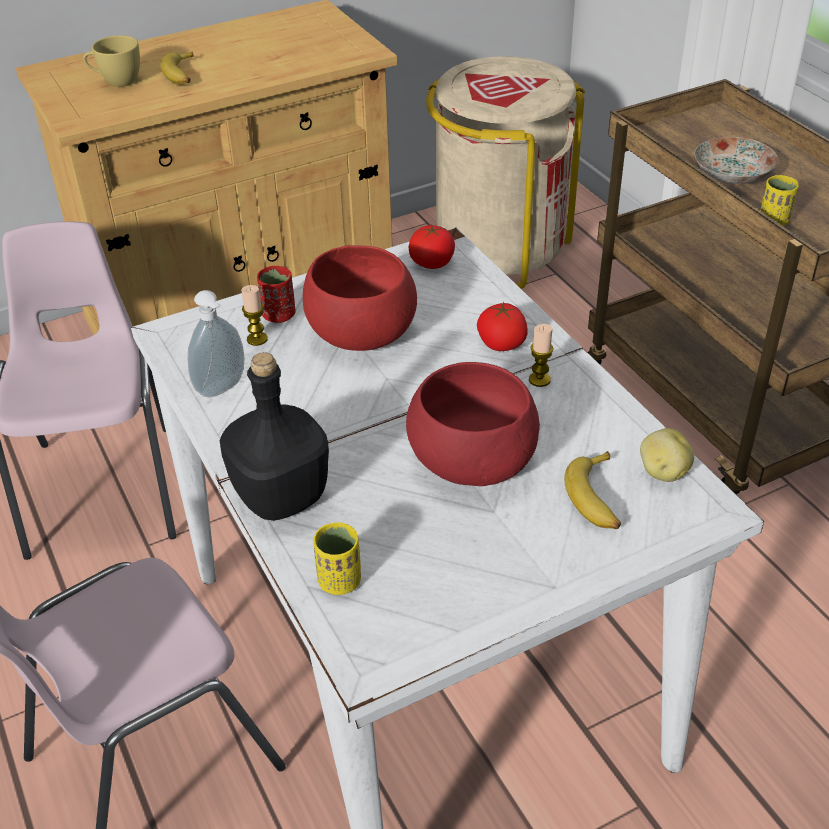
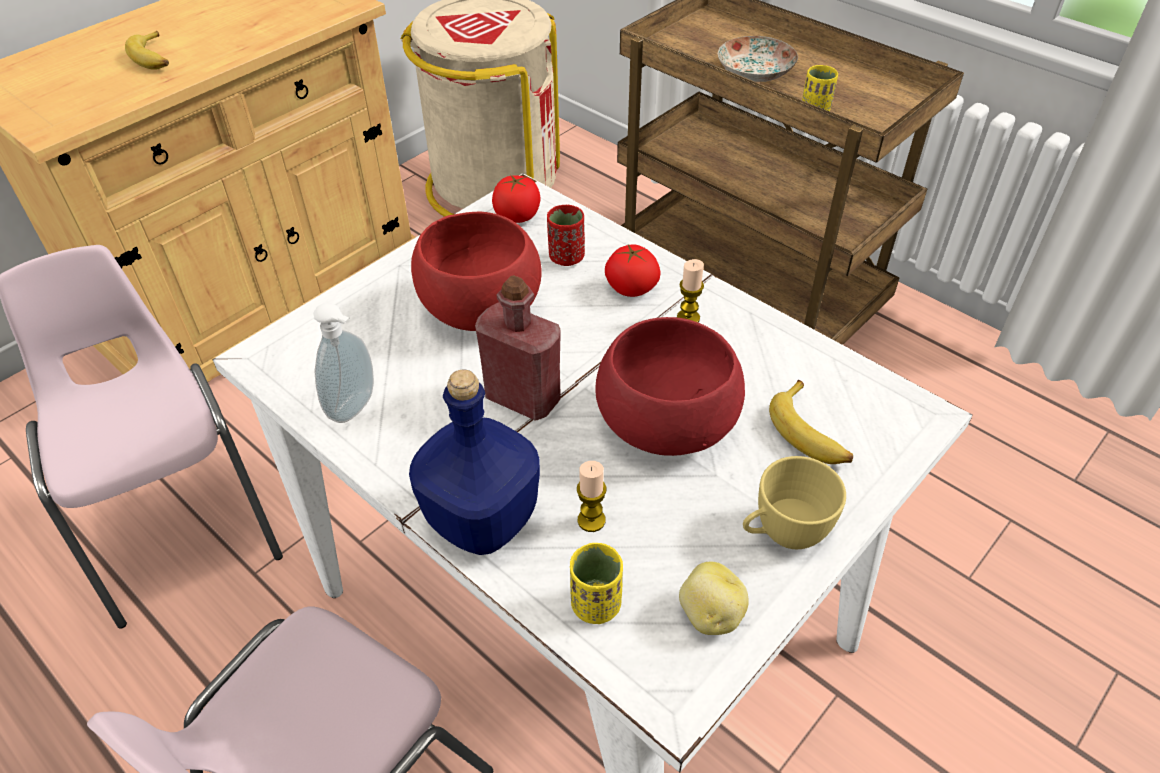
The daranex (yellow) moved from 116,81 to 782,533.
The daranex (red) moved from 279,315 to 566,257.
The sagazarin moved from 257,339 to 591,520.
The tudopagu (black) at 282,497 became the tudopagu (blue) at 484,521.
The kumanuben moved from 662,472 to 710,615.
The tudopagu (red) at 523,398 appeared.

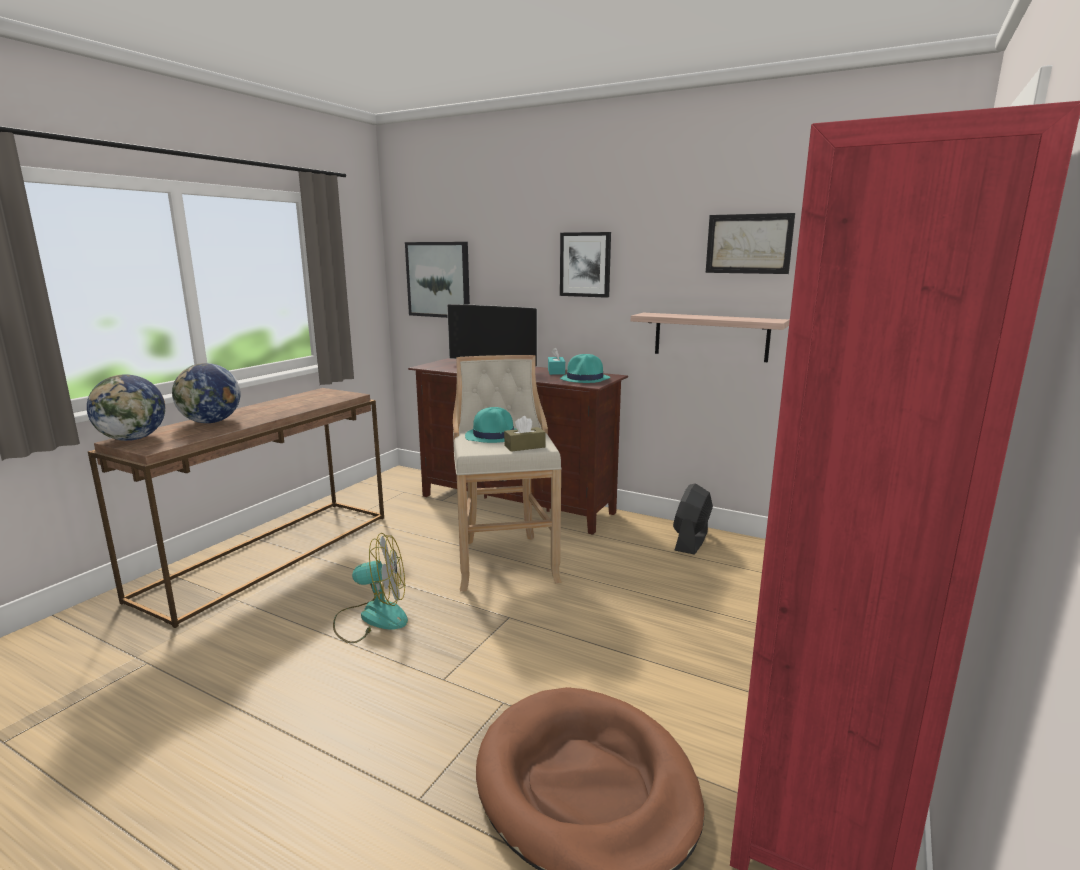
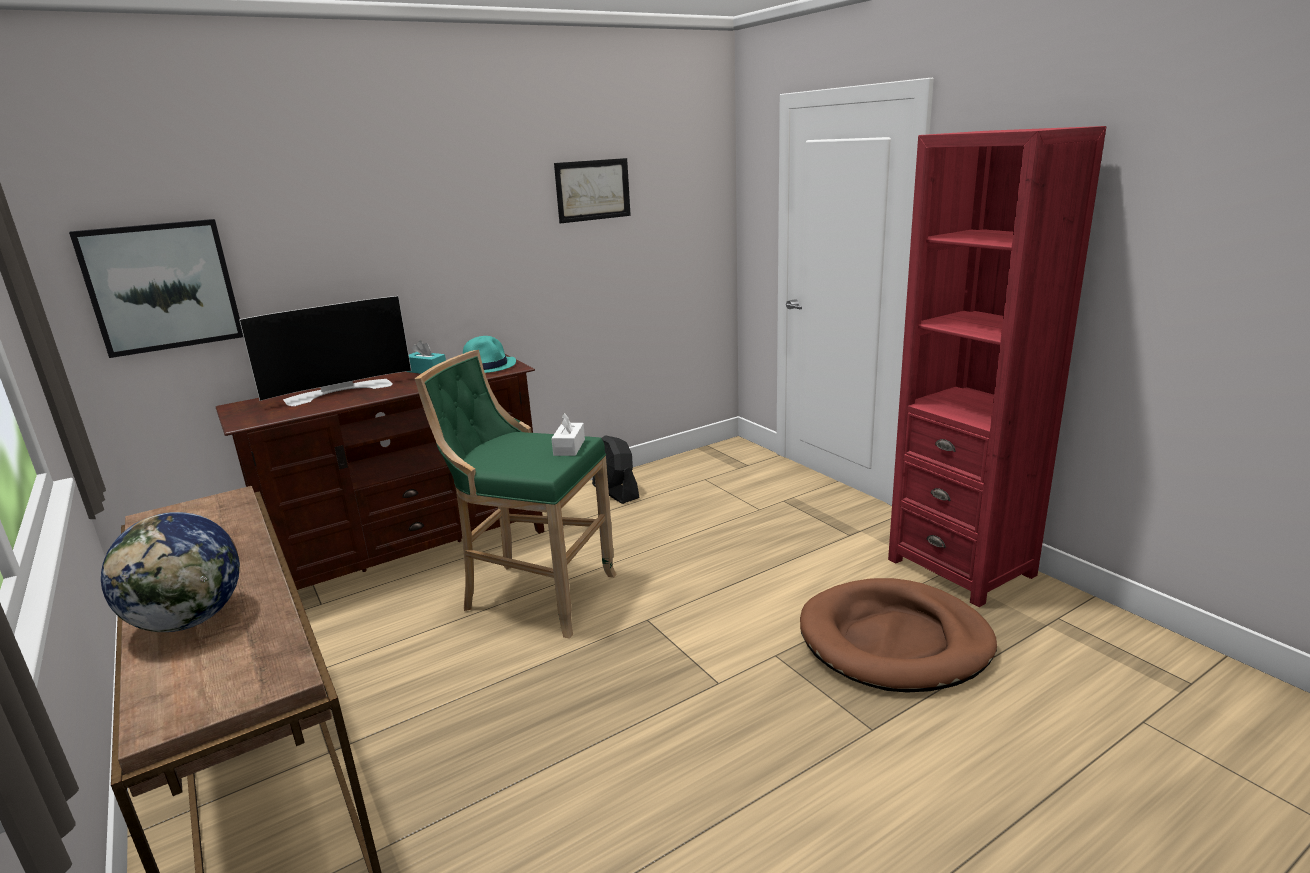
The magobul at 585,264 disappeared.
The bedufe at 710,336 disappeared.
The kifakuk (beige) at 505,560 became the kifakuk (green) at 534,595.
The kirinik at 133,439 disappeared.
The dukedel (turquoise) at 494,435 disappeared.
The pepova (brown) at 524,446 became the pepova (white) at 569,447.
The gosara at 372,618 disappeared.

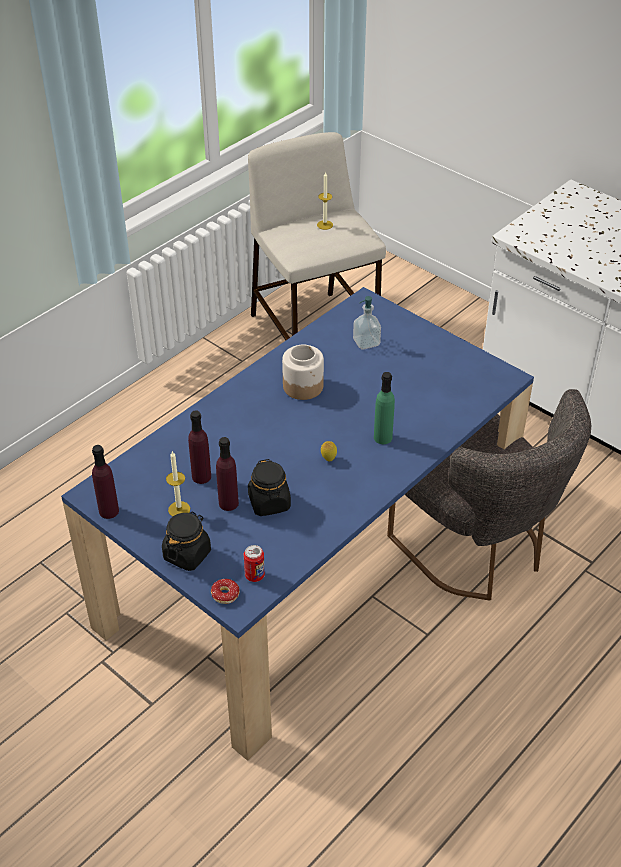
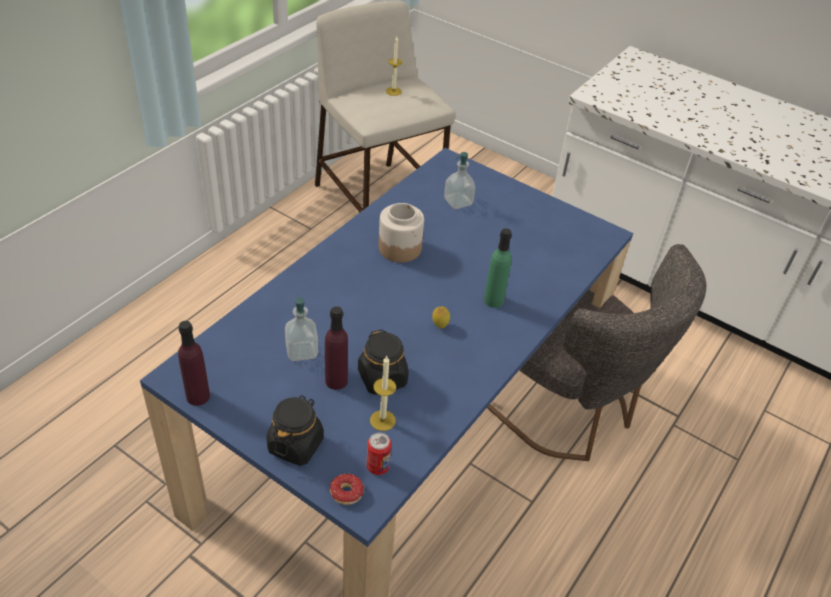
The tudopagu (purple) at 201,476 was replaced by the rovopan at 302,351.
The sagazarin moved from 179,509 to 382,420.

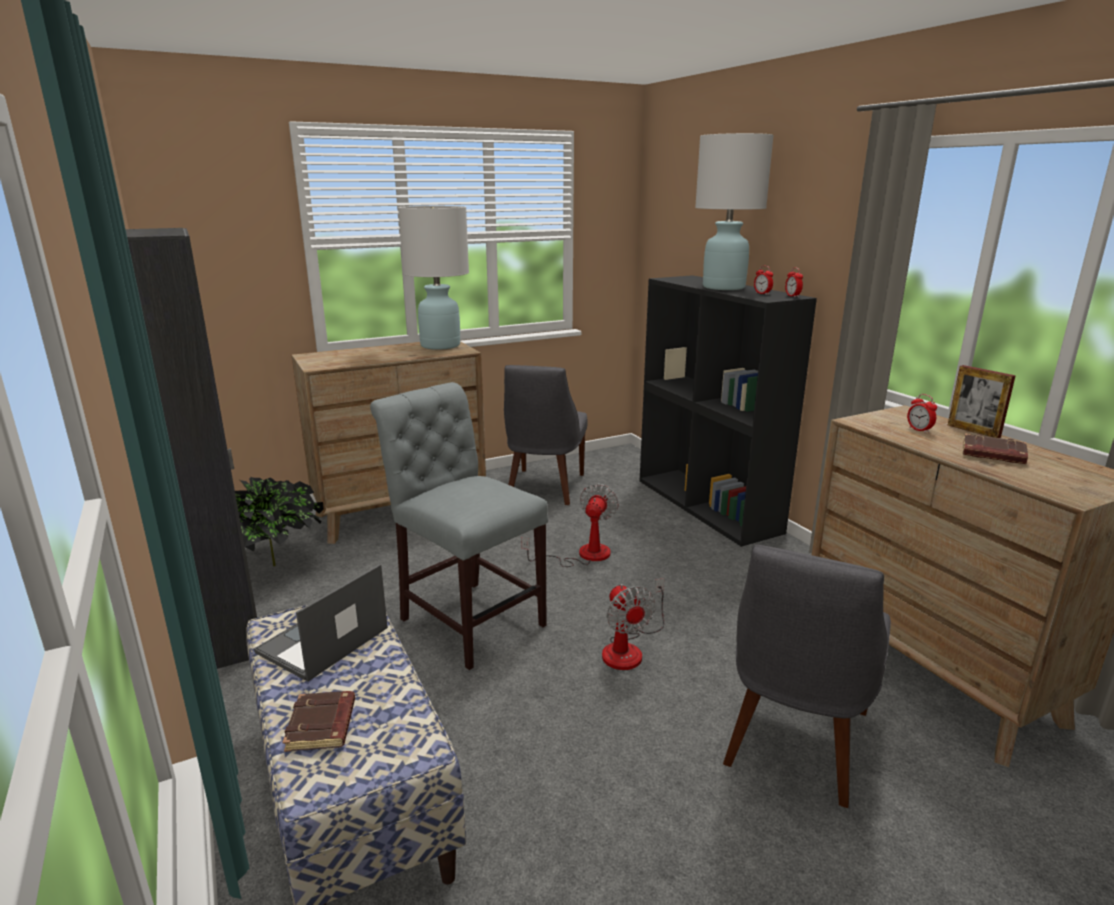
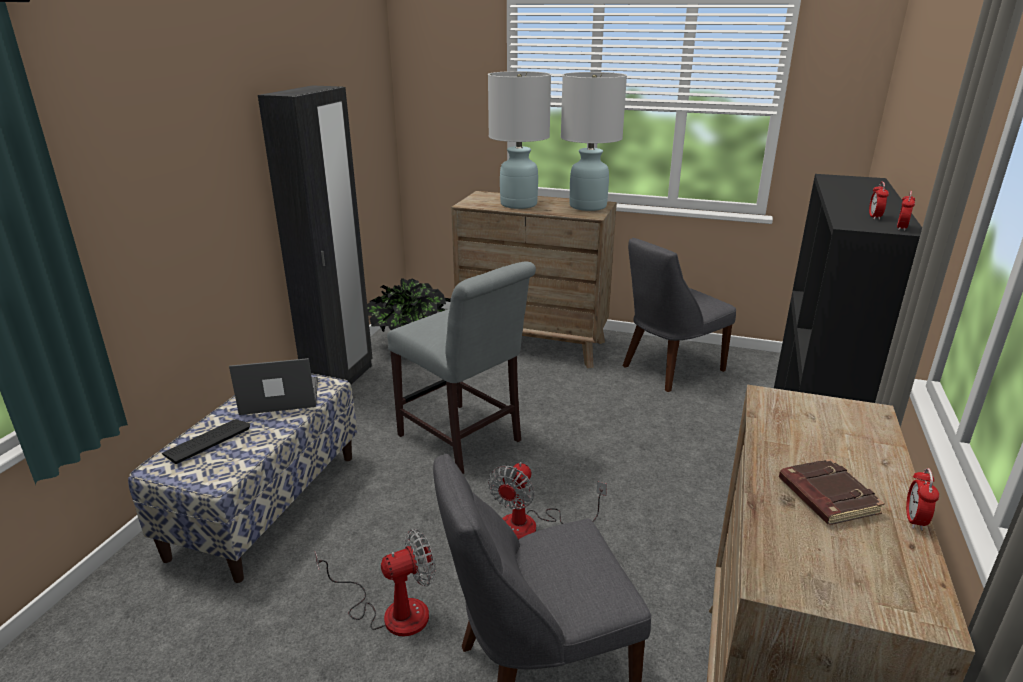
The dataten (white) moved from 723,287 to 518,204.
The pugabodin at 973,431 disappeared.
The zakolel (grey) at 467,618 turned 135 degrees clockwise.
The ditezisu moved from 919,430 to 914,520.
The gosara moved from 583,555 to 392,612.
The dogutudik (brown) at 322,726 was replaced by the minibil at 207,441.

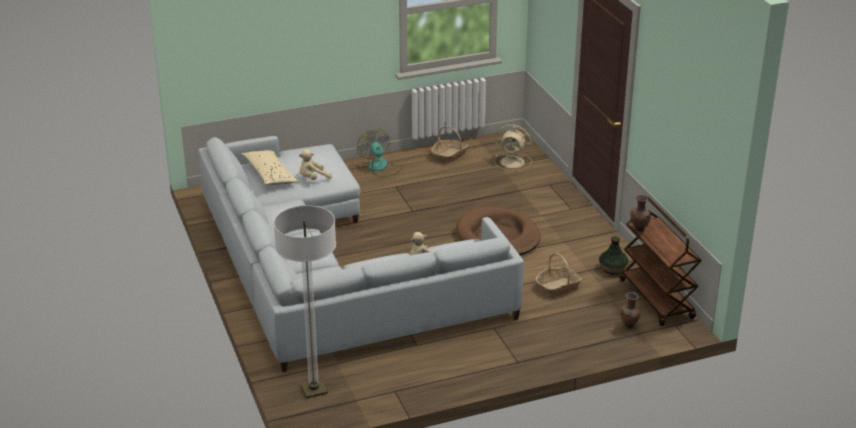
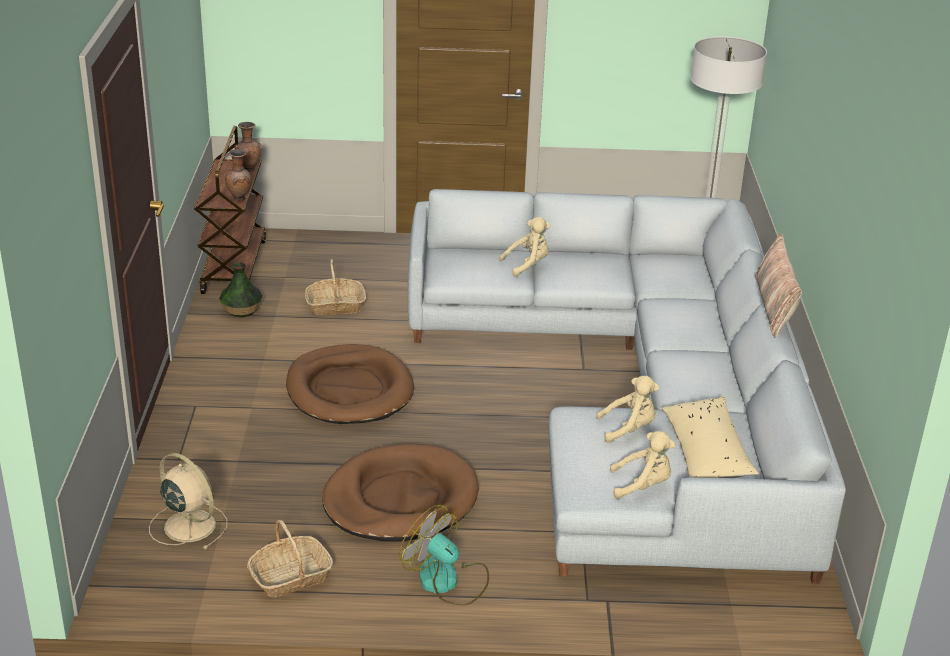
The gosara at 380,168 turned 135 degrees clockwise.
The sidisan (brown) moved from 629,326 to 249,169.
The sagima at 774,306 appeared.
The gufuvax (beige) at 642,485 appeared.
The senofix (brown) at 400,499 appeared.

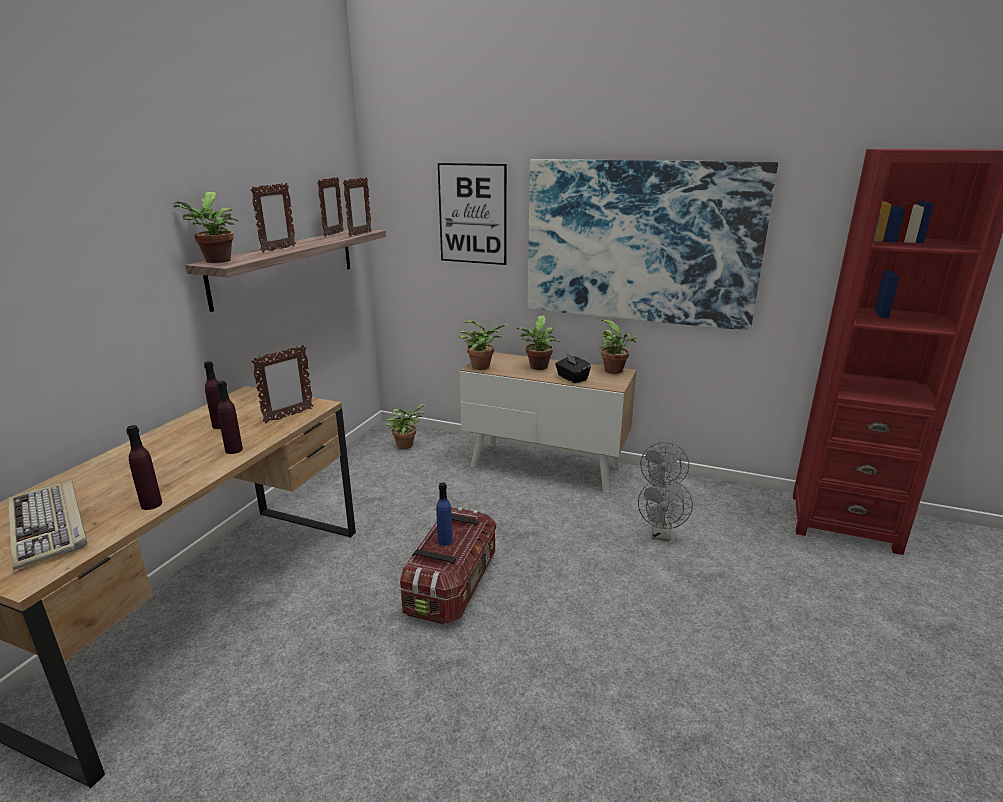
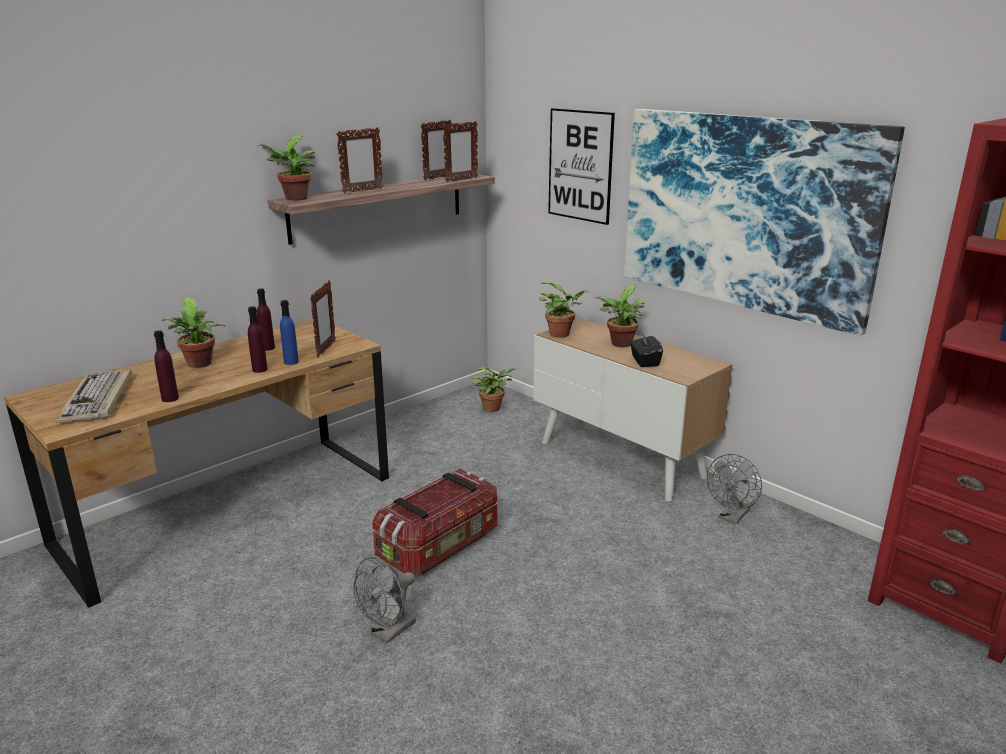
The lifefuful moved from 615,371 to 199,365.
The pugabodin at 288,416 turned 60 degrees counterclockwise.
The gosara (grey) moved from 661,535 to 388,632.
The tudopagu (blue) moved from 445,541 to 291,362.

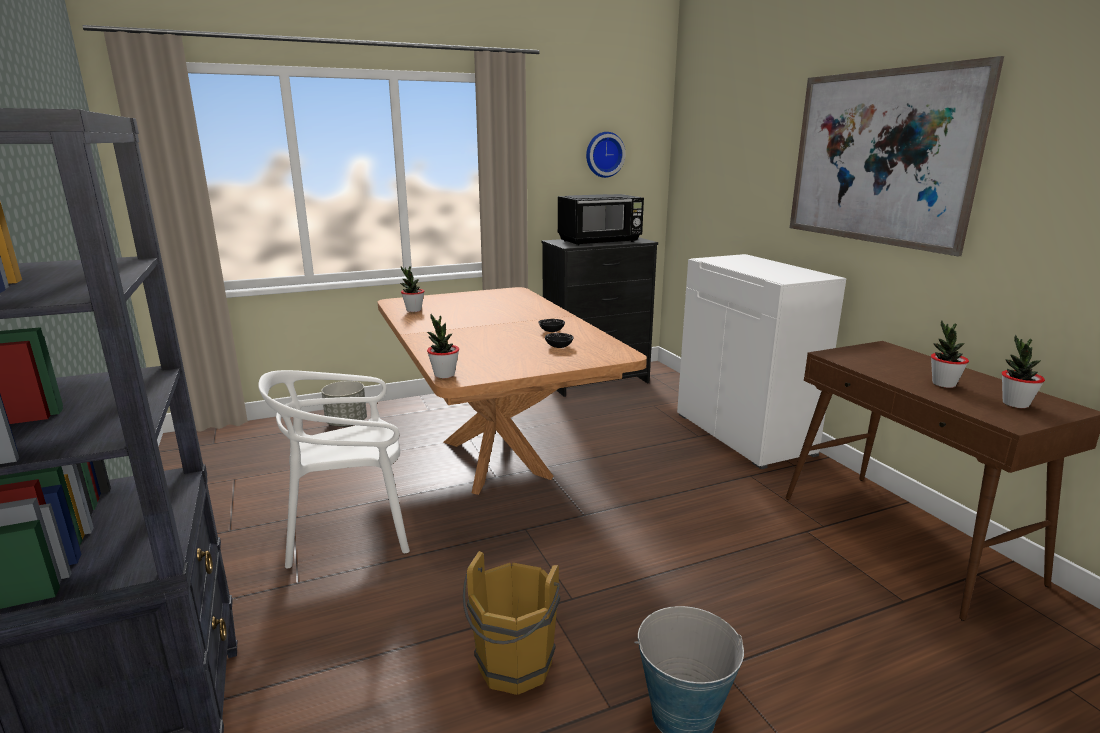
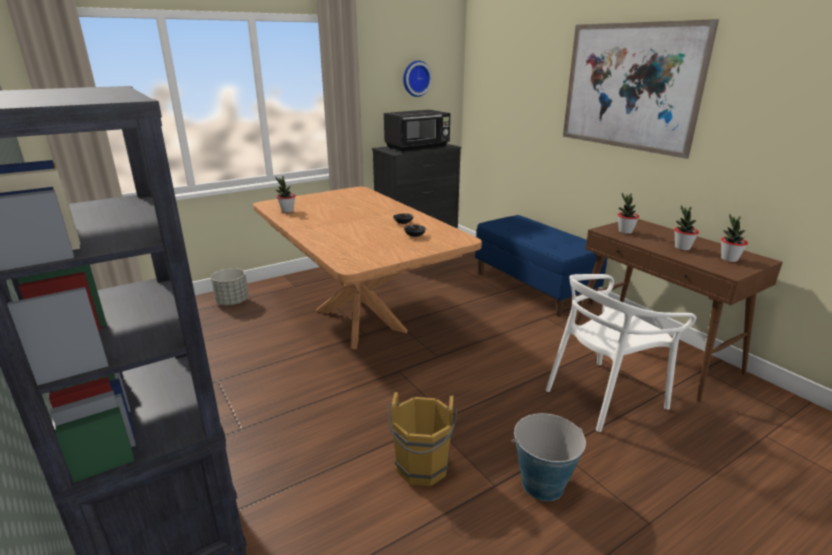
The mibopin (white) at 744,434 was replaced by the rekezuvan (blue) at 534,287.
The lifefuful moved from 444,375 to 625,231.
The zakolel (white) moved from 349,530 to 603,396.

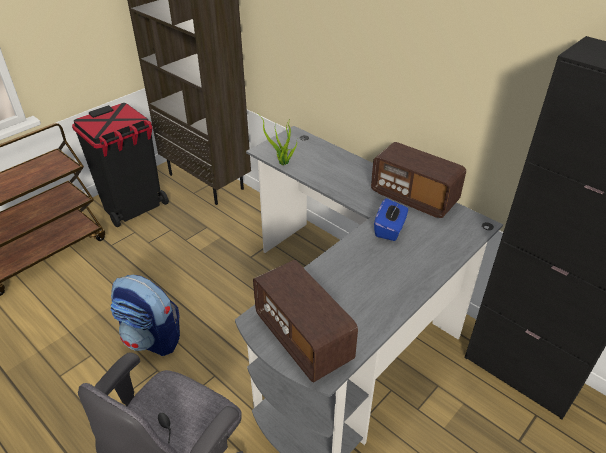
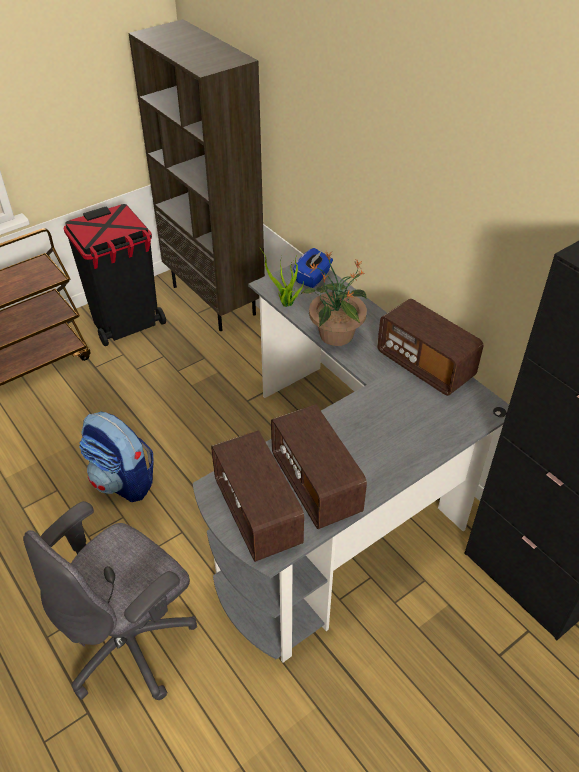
The pepova (blue) moved from 390,229 to 313,278.
The lifefuful at 335,335 appeared.
The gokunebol at 316,484 appeared.

